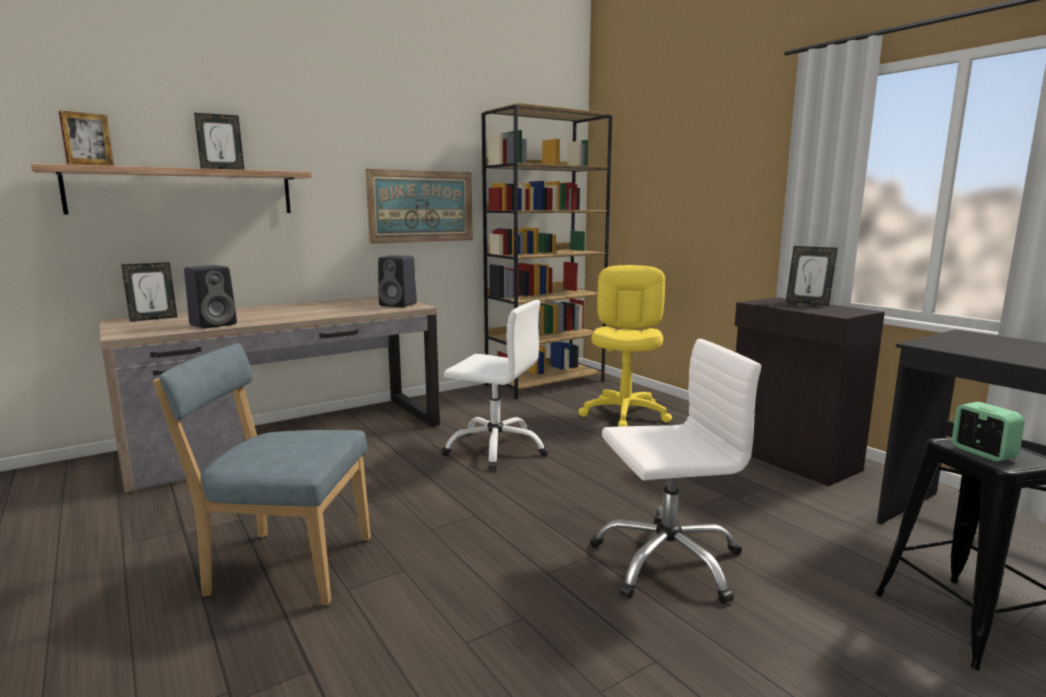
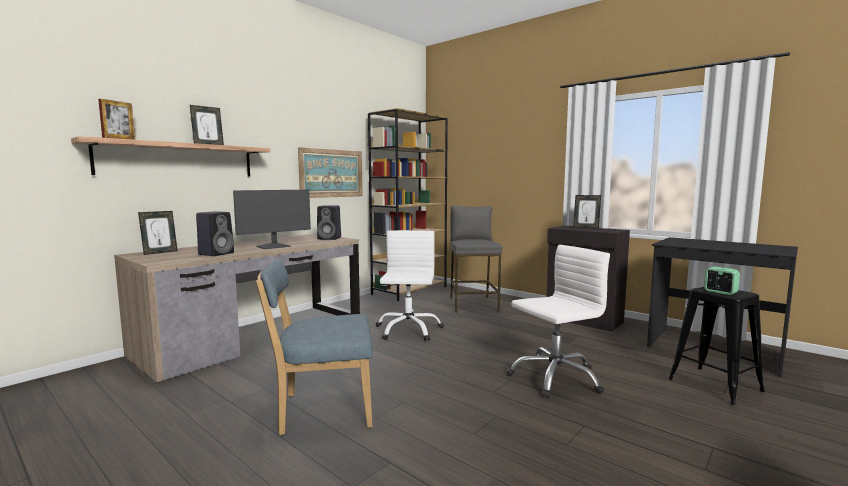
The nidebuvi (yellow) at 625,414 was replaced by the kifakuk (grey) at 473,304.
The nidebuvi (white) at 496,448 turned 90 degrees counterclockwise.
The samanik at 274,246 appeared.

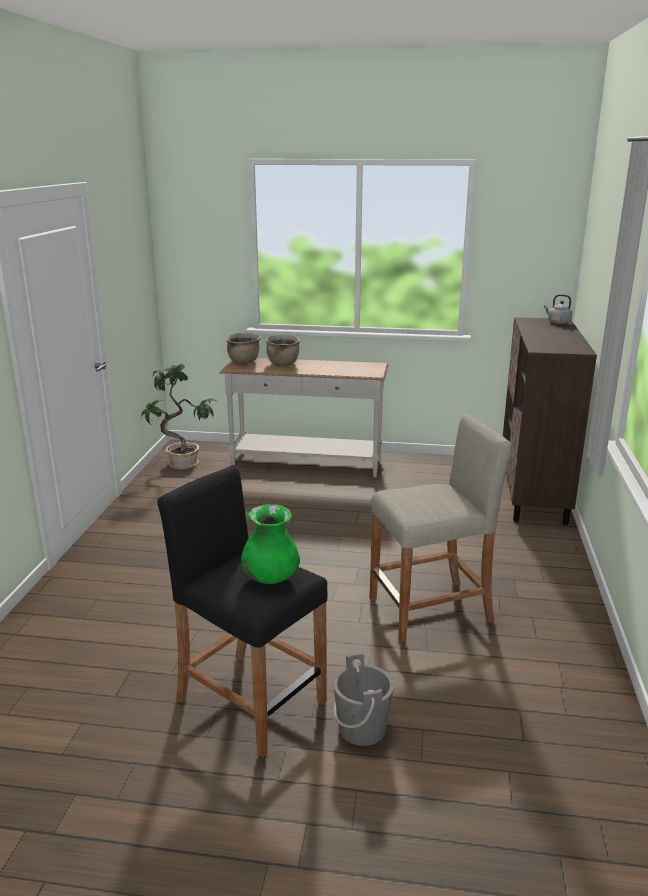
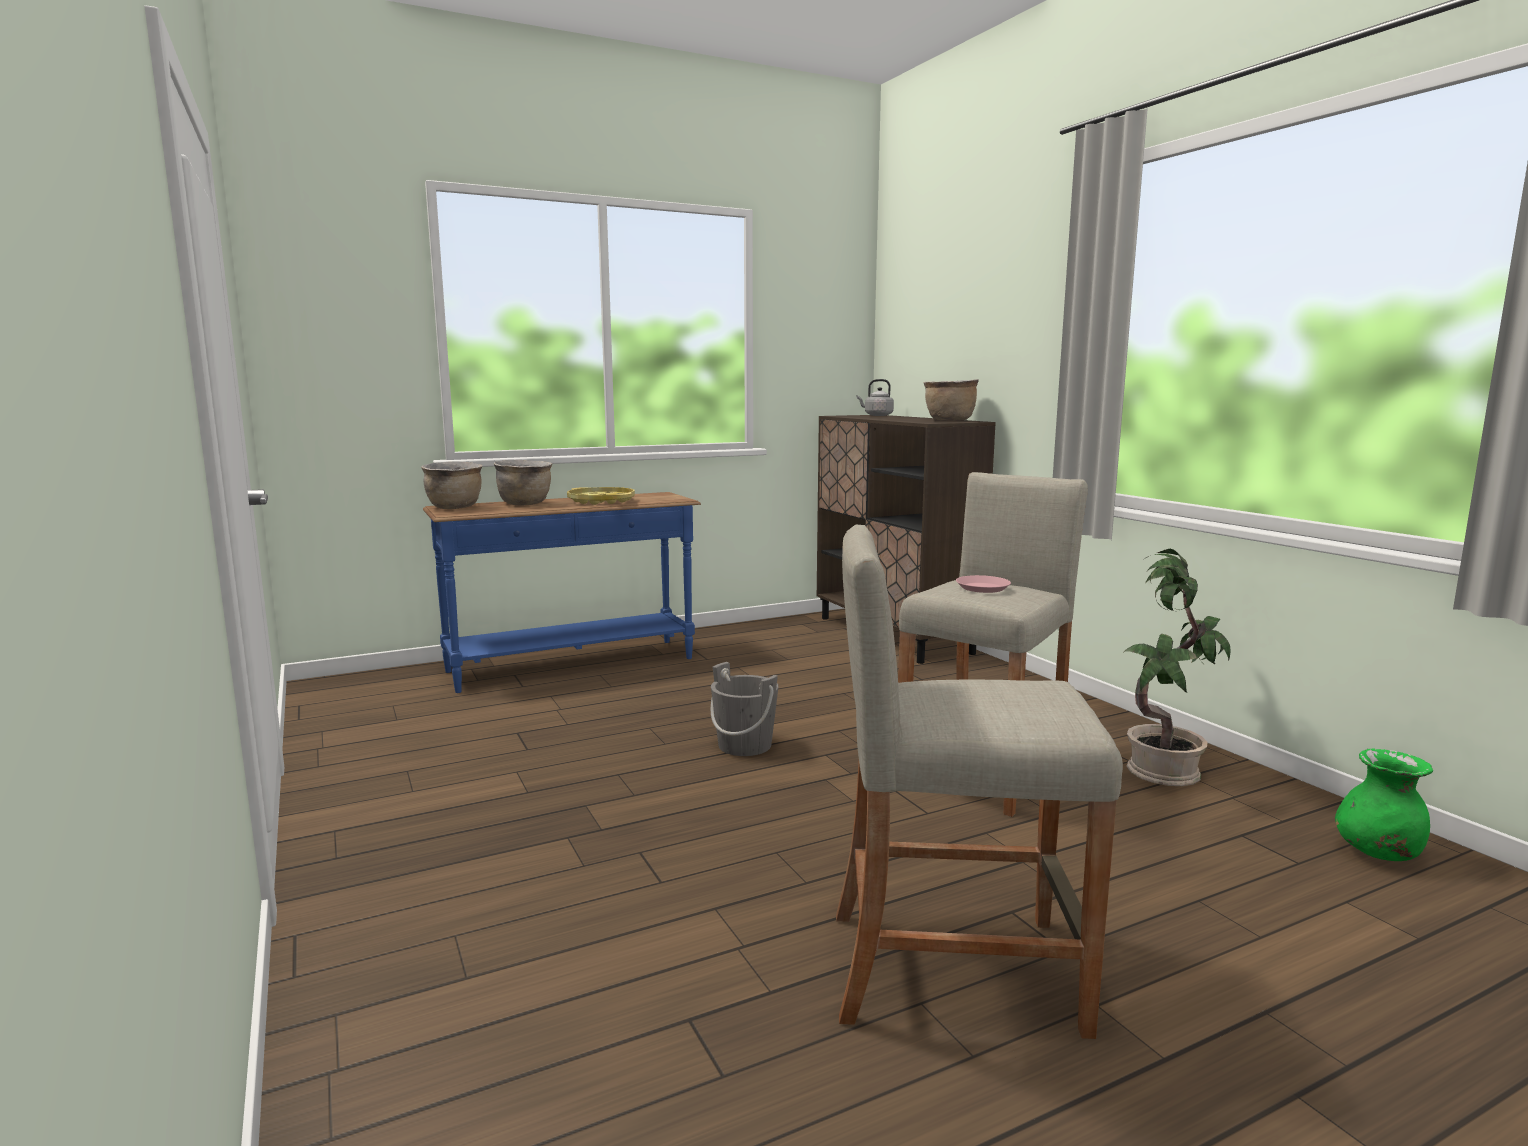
The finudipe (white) at 306,464 became the finudipe (blue) at 572,665.
The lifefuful moved from 182,464 to 1165,774.
The kifakuk (black) at 251,700 became the kifakuk (beige) at 952,969.
The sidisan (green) moved from 270,578 to 1378,854.
The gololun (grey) moved from 362,728 to 744,745.
The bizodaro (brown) at 949,420 appeared.
The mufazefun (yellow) at 601,501 appeared.
The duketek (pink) at 983,588 appeared.

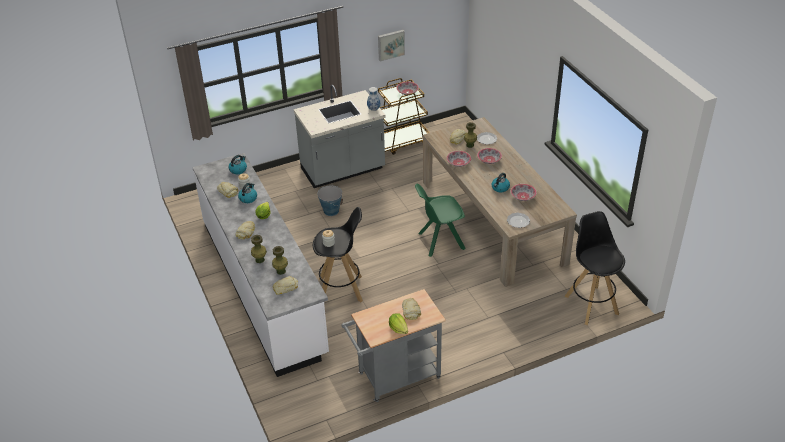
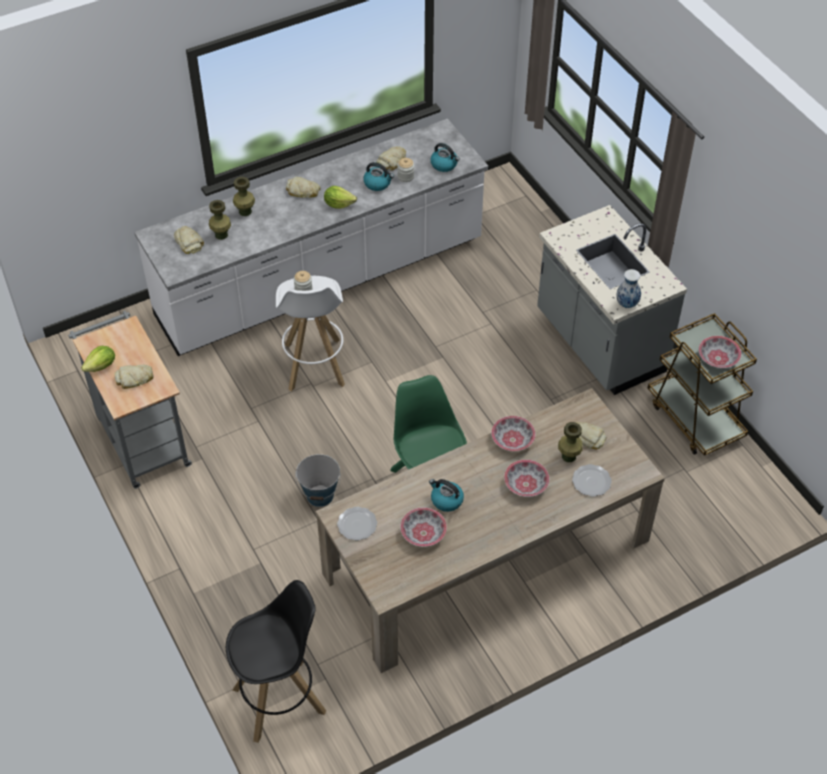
The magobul at 390,44 disappeared.
The gololun moved from 331,211 to 320,495.
The kifakuk (black) at 341,290 became the kifakuk (white) at 314,365.

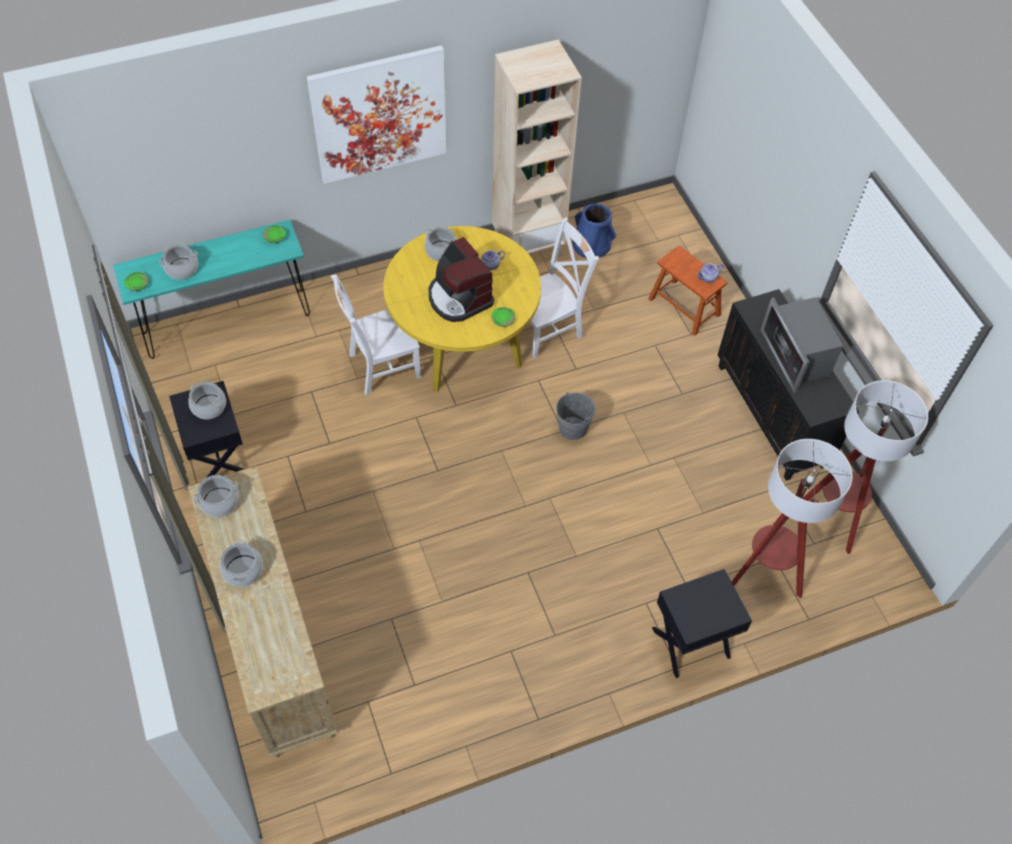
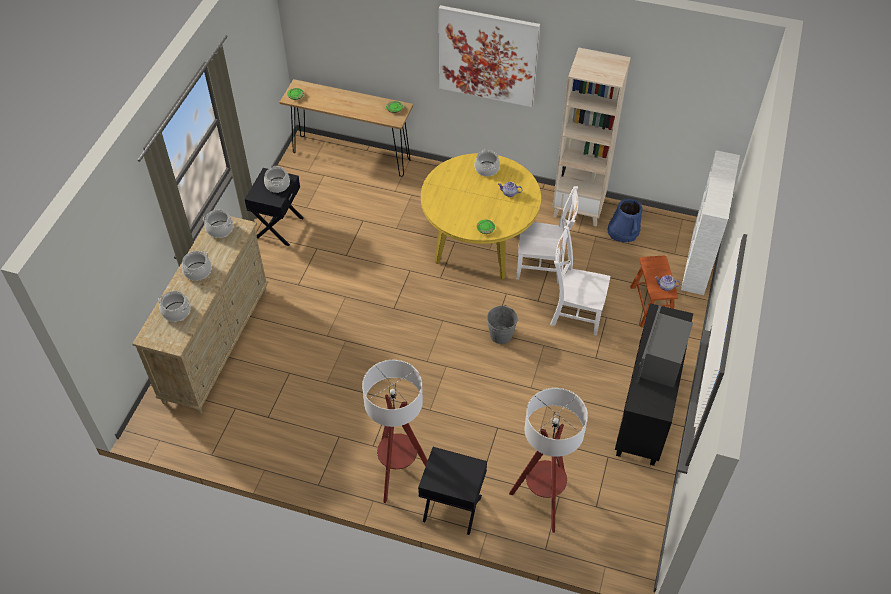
The finudipe (turquoise) at 227,323 became the finudipe (brown) at 351,156.
The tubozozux at 459,298 disappeared.
The bizodaro moved from 182,269 to 176,311.
The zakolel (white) moved from 381,367 to 575,313.
The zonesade moved from 832,518 to 398,474.
The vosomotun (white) at 698,261 appeared.

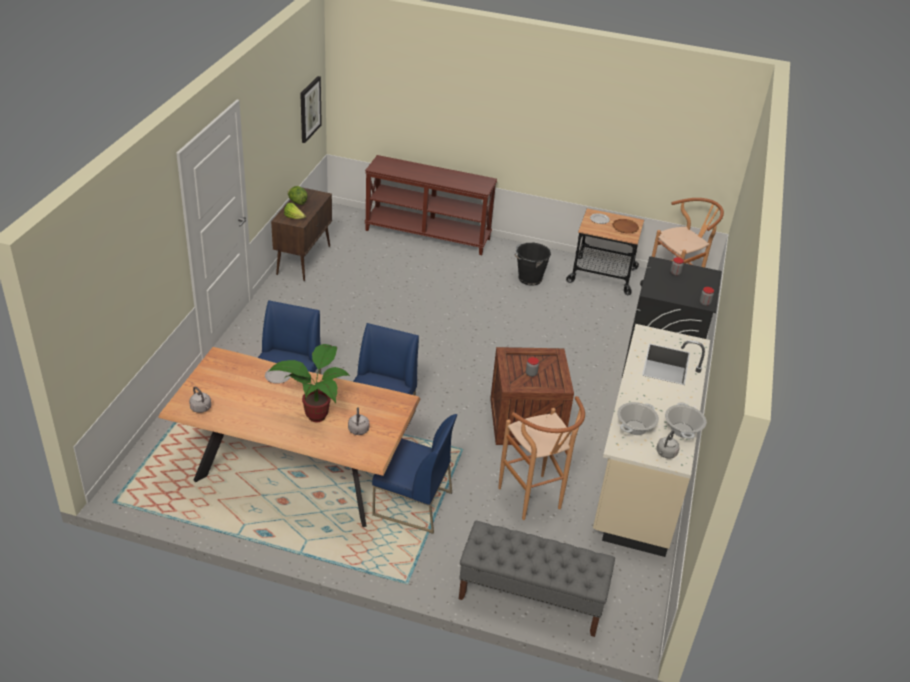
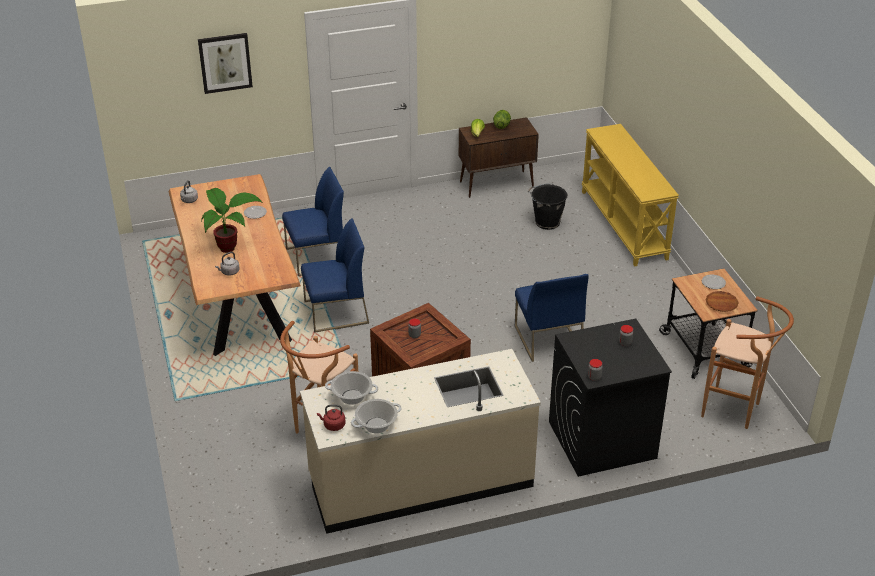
The magobul moved from 309,109 to 225,62.
The finudipe (brown) at 428,234 became the finudipe (yellow) at 624,225.
The gololun (black) moved from 529,279 to 546,222.
The zakolel (blue) moved from 411,504 to 547,339.
The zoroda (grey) at 665,454 became the zoroda (red) at 333,425.
The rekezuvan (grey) at 530,597 disappeared.

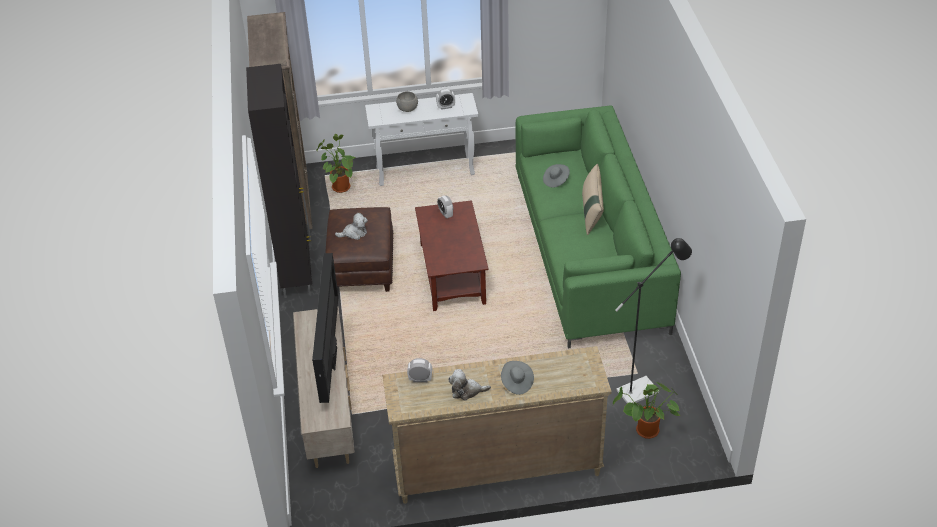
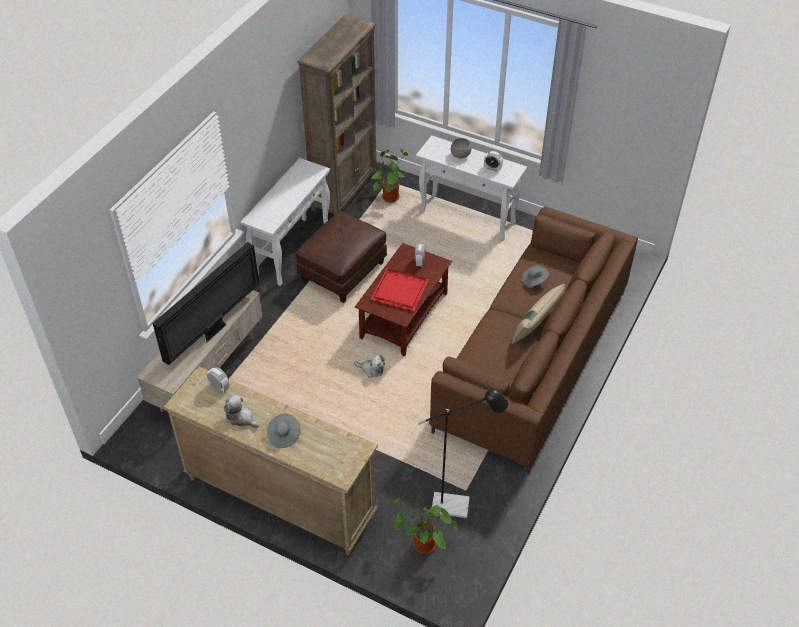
The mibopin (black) at 296,273 was replaced by the finudipe (white) at 292,250.
The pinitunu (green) at 589,250 became the pinitunu (brown) at 532,359.
The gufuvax moved from 354,233 to 371,370.
The mufazefun (red) at 401,290 appeared.

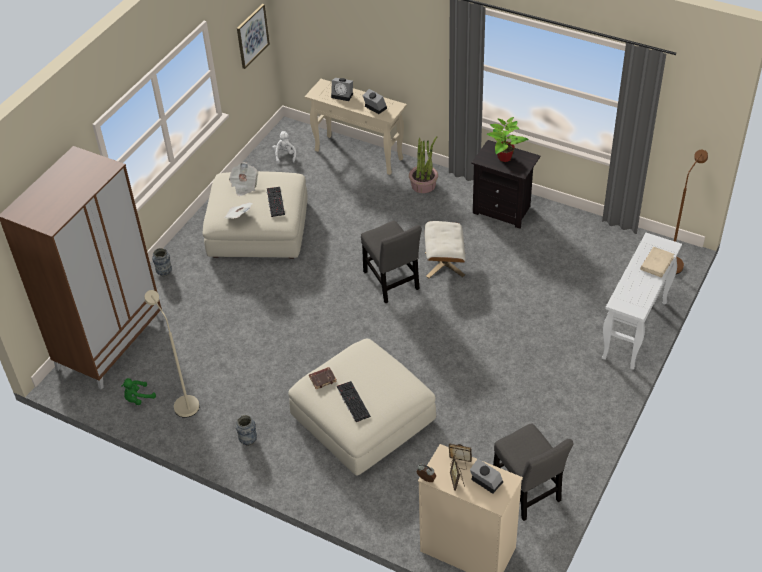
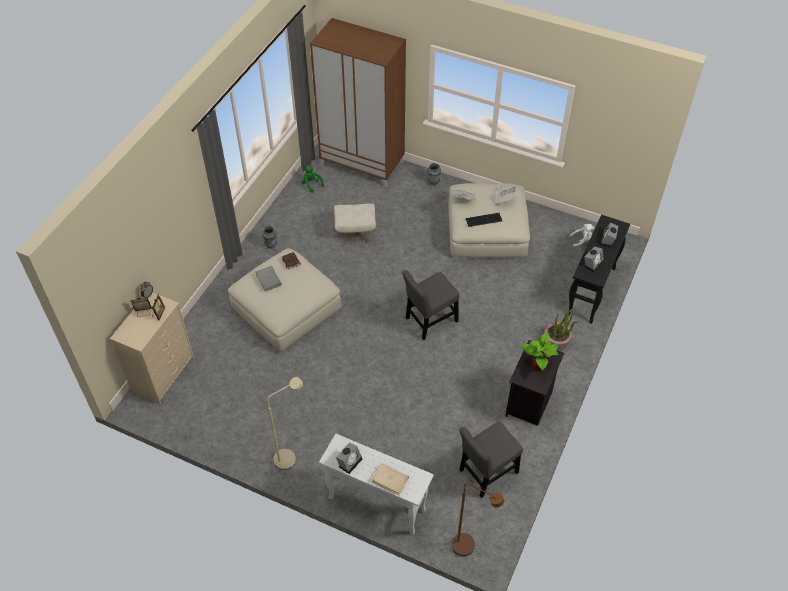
The magobul at 252,36 disappeared.
The finudipe (beige) at 359,155 became the finudipe (black) at 591,292.
The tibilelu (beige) moved from 444,264 to 355,233.
The zonesade (beige) moved from 183,402 to 290,457.
The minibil at 352,401 was replaced by the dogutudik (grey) at 268,280.
The zakolel (grey) moved from 527,492 to 486,473.
The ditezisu moved from 485,481 to 350,461.

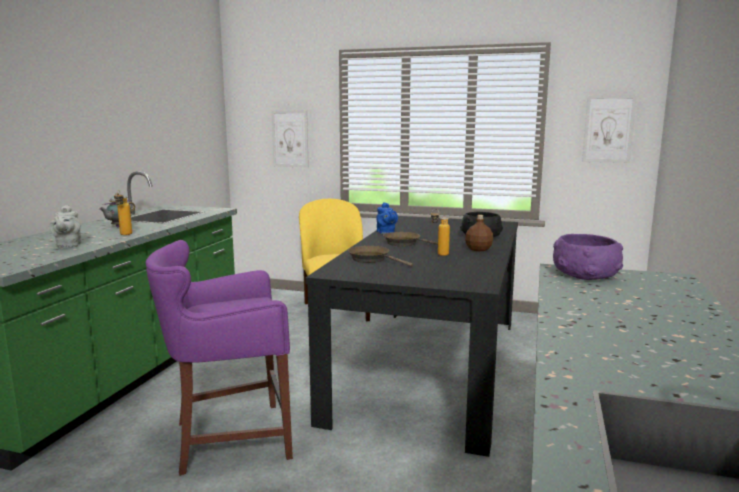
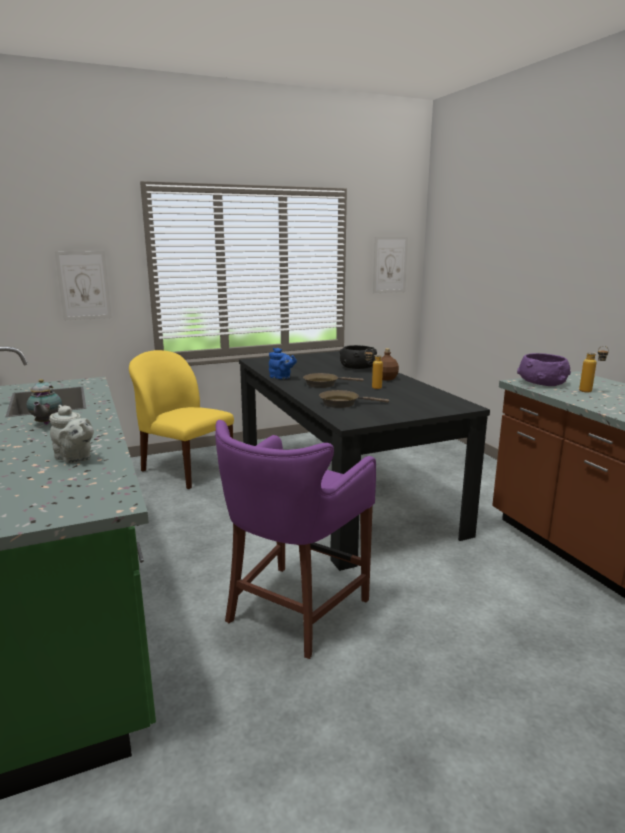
The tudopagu moved from 124,235 to 590,392.

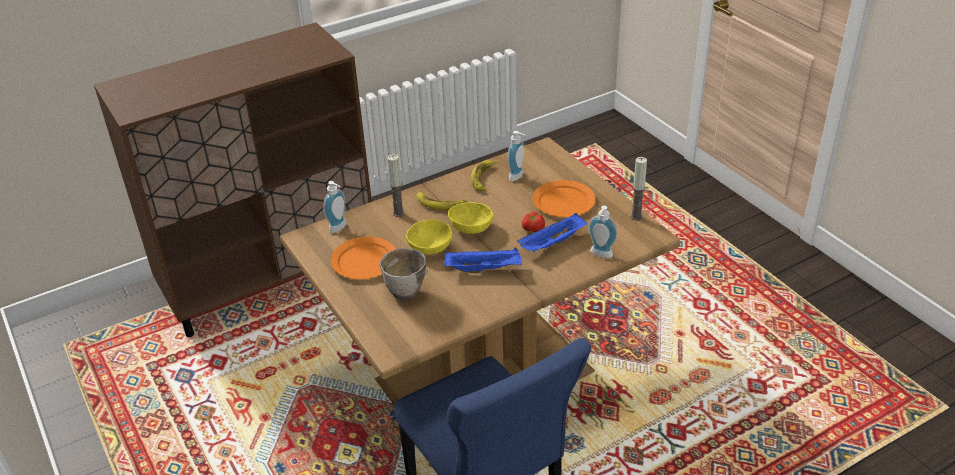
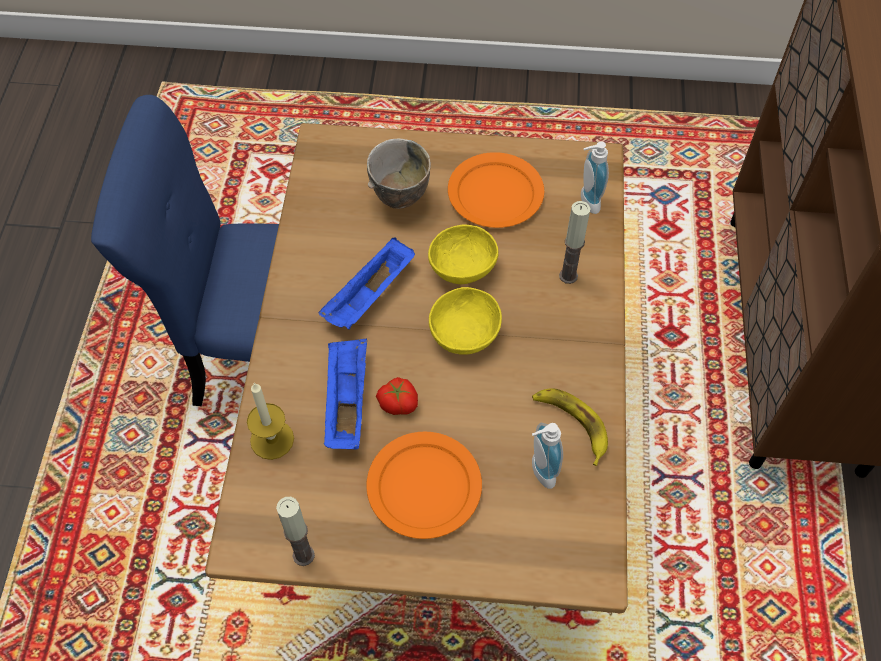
The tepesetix at 440,203 disappeared.
The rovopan at 600,255 was replaced by the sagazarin at 272,439.

